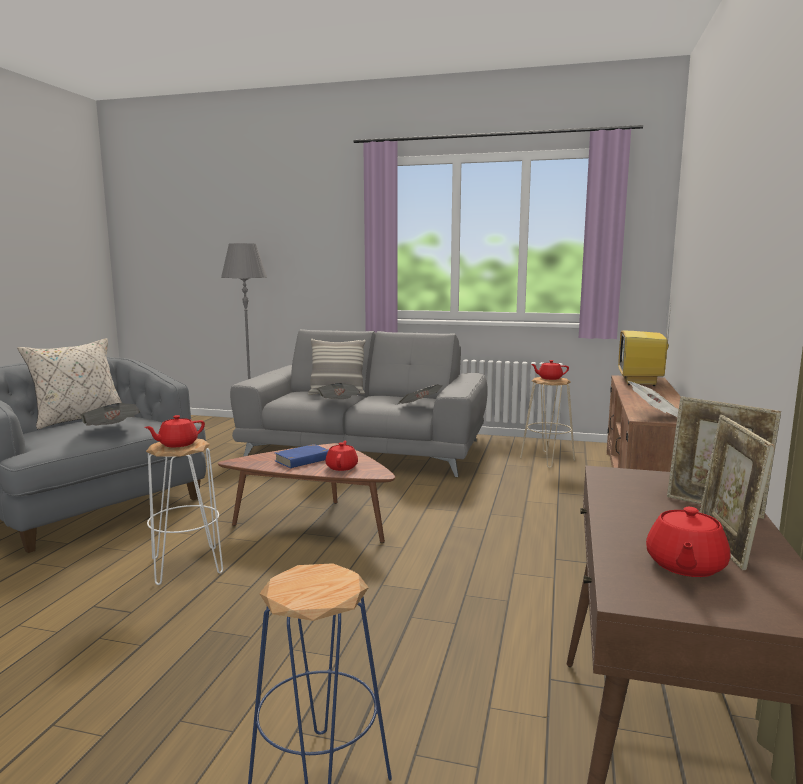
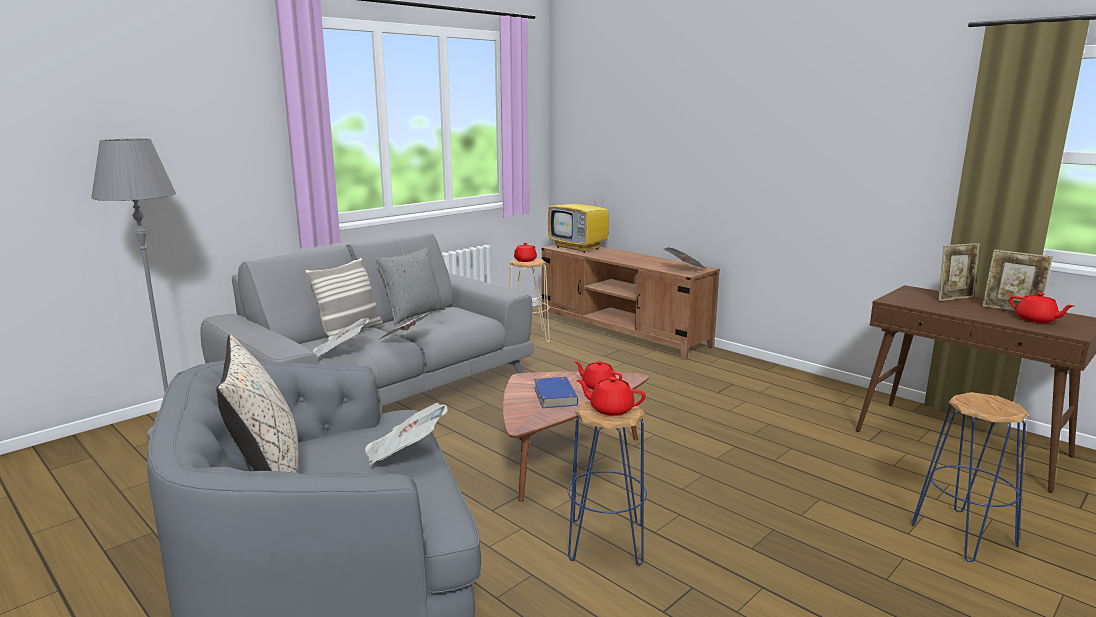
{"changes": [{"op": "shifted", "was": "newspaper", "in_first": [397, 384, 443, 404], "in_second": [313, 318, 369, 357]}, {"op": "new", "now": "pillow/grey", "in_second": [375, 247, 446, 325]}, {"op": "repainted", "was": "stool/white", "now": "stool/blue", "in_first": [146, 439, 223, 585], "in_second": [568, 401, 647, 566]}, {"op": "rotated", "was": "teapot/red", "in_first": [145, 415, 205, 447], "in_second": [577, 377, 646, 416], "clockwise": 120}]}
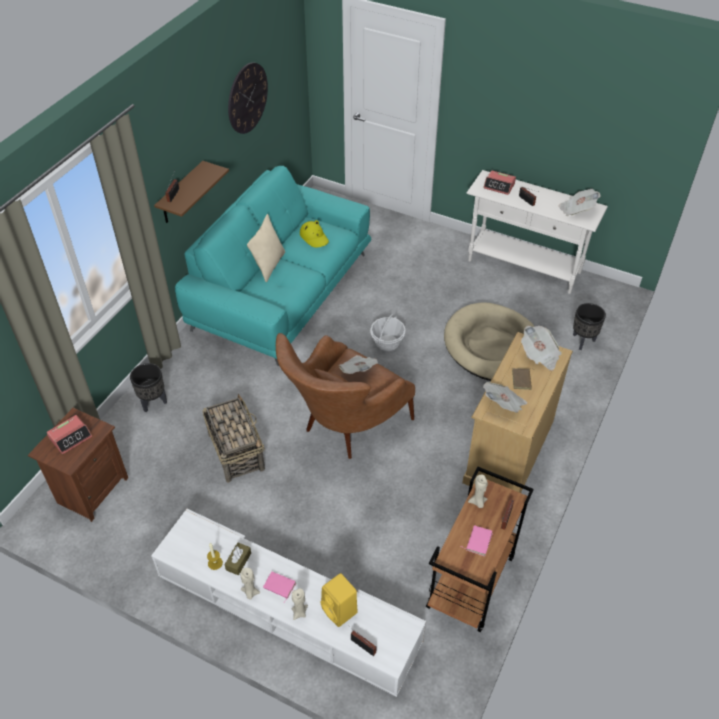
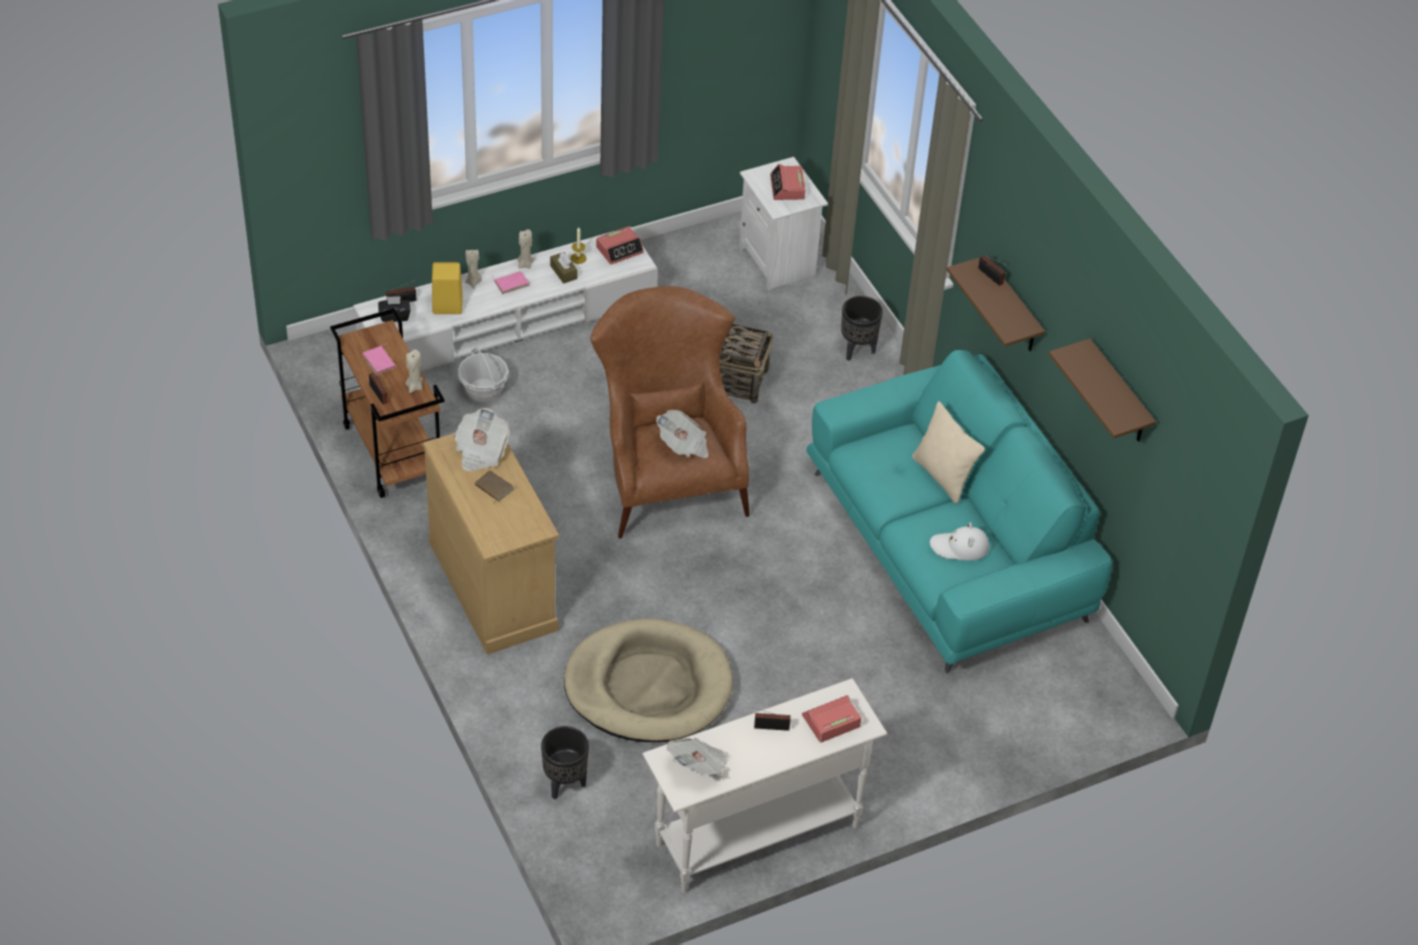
{"changes": [{"op": "new", "now": "tissue box/black", "in_second": [378, 296, 411, 322]}, {"op": "shifted", "was": "basket", "in_first": [370, 314, 406, 351], "in_second": [458, 348, 509, 402]}, {"op": "new", "now": "alarm clock", "in_second": [596, 226, 644, 265]}, {"op": "repainted", "was": "nightstand/brown", "now": "nightstand/white", "in_first": [28, 408, 128, 522], "in_second": [739, 157, 828, 291]}, {"op": "repainted", "was": "hat/yellow", "now": "hat/white", "in_first": [300, 220, 329, 248], "in_second": [930, 522, 989, 560]}, {"op": "swapped", "was": "wall clock", "now": "shelf/brown", "in_first": [228, 62, 268, 134], "in_second": [1049, 339, 1156, 442]}, {"op": "gone", "was": "newspaper", "in_first": [521, 326, 562, 371]}]}
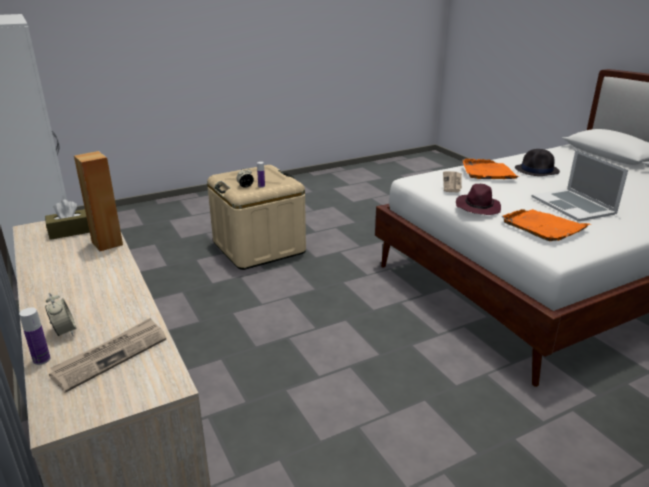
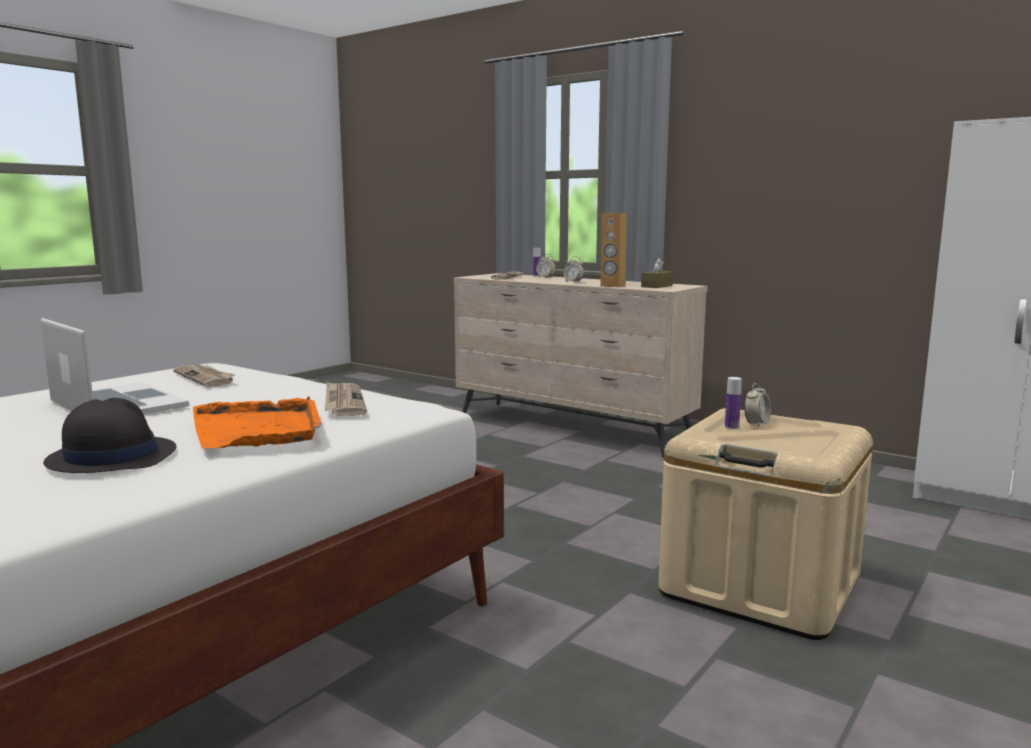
{"changes": [{"op": "swapped", "was": "tray/orange", "now": "newspaper", "in_first": [502, 209, 590, 241], "in_second": [173, 364, 235, 387]}, {"op": "new", "now": "alarm clock", "in_second": [563, 256, 584, 282]}, {"op": "gone", "was": "hat/purple", "in_first": [456, 184, 501, 215]}]}
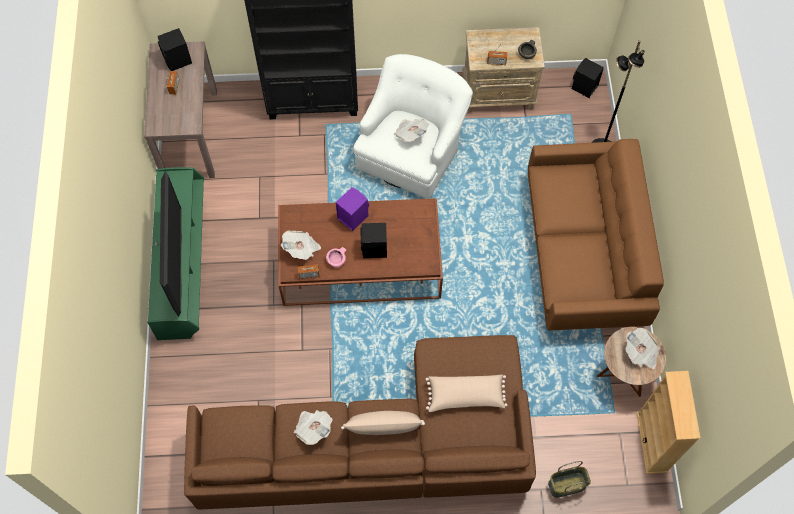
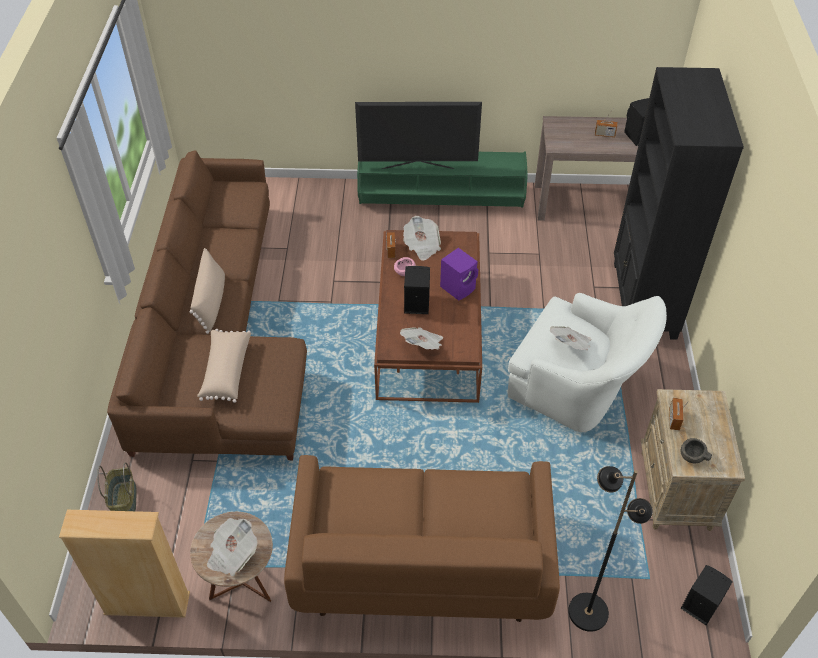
{"changes": [{"op": "shifted", "was": "newspaper", "in_first": [294, 410, 333, 445], "in_second": [400, 327, 443, 349]}]}
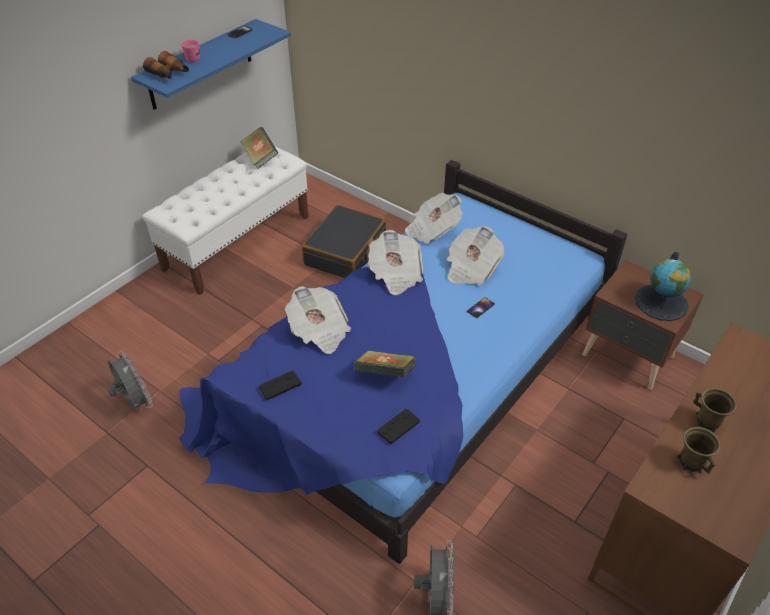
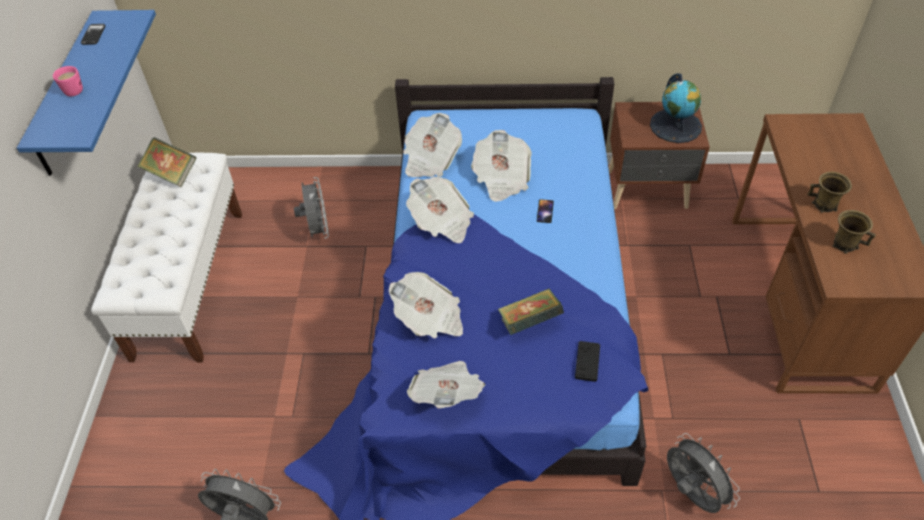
{"changes": [{"op": "swapped", "was": "suitcase/black", "now": "fan/grey", "in_first": [302, 205, 386, 278], "in_second": [294, 177, 329, 239]}, {"op": "swapped", "was": "game controller/black", "now": "newspaper", "in_first": [259, 371, 302, 400], "in_second": [406, 361, 486, 408]}, {"op": "gone", "was": "binoculars", "in_first": [143, 51, 189, 79]}]}
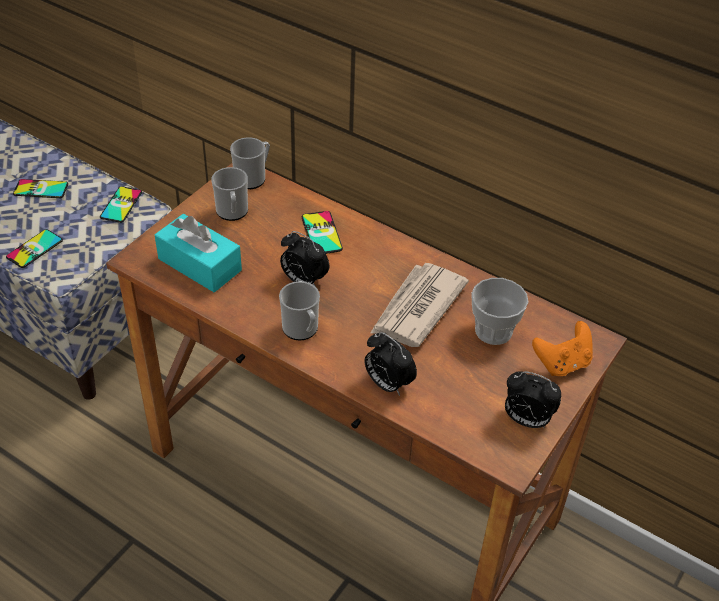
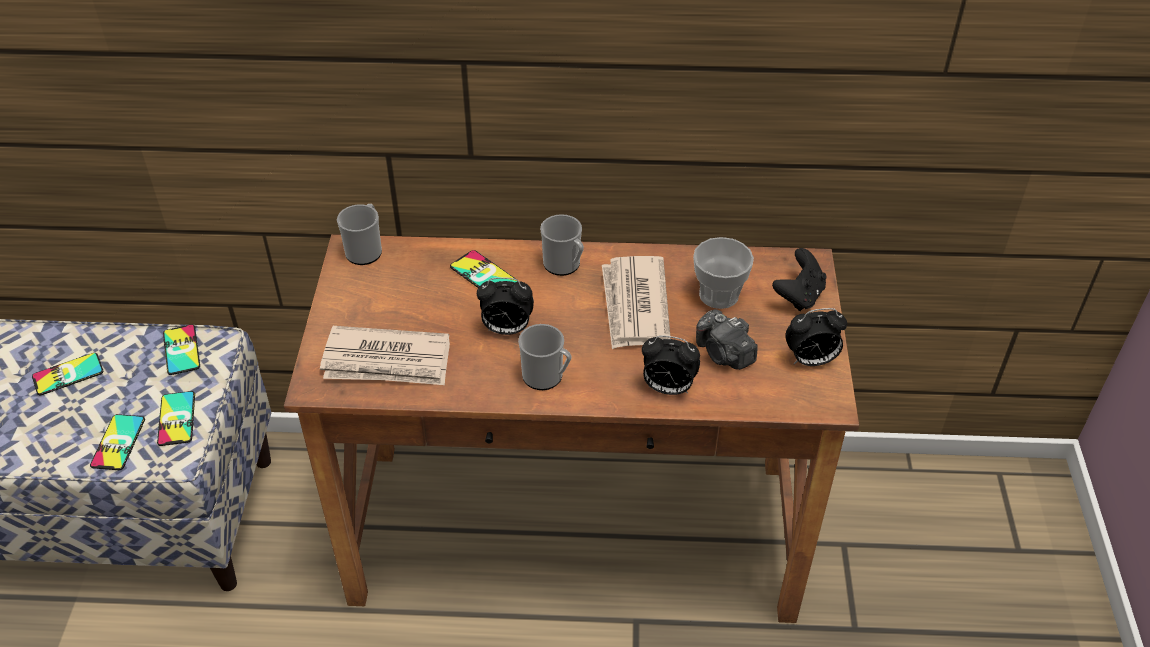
{"changes": [{"op": "new", "now": "phone", "in_second": [157, 391, 195, 446]}, {"op": "swapped", "was": "tissue box/turquoise", "now": "newspaper", "in_first": [155, 214, 242, 292], "in_second": [320, 326, 450, 385]}, {"op": "shifted", "was": "mug", "in_first": [211, 167, 248, 221], "in_second": [540, 214, 584, 276]}, {"op": "new", "now": "photo camera", "in_second": [696, 309, 758, 370]}, {"op": "repainted", "was": "game controller/orange", "now": "game controller/black", "in_first": [532, 321, 593, 376], "in_second": [772, 248, 827, 311]}]}
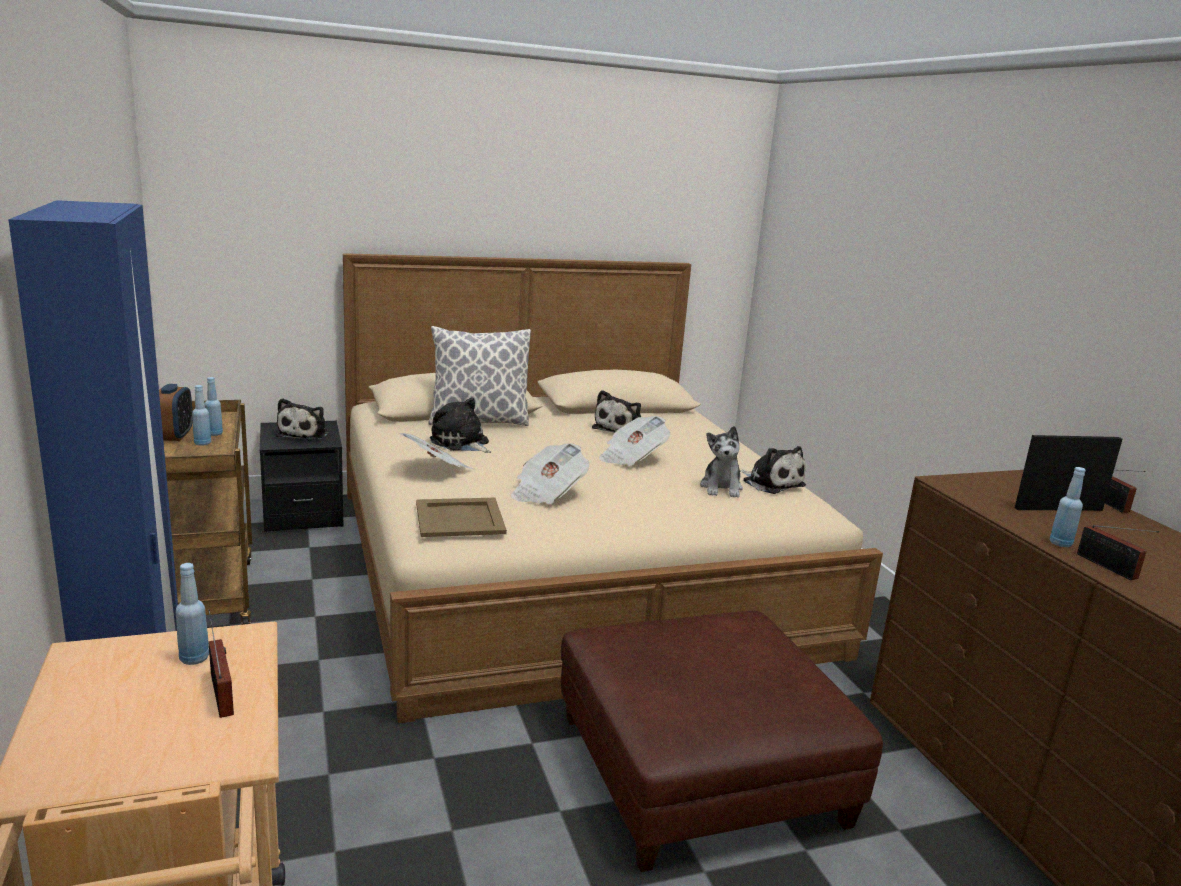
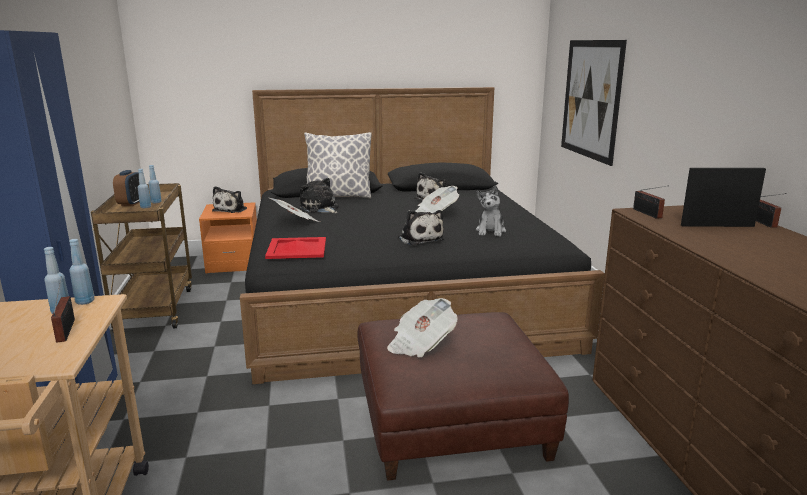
{"changes": [{"op": "shifted", "was": "bottle/blue", "in_first": [1050, 467, 1086, 547], "in_second": [69, 239, 94, 305]}, {"op": "repainted", "was": "nightstand/black", "now": "nightstand/orange", "in_first": [260, 421, 343, 532], "in_second": [199, 202, 257, 273]}, {"op": "repainted", "was": "bed/beige", "now": "bed/black", "in_first": [343, 253, 883, 724], "in_second": [240, 87, 605, 384]}, {"op": "repainted", "was": "tray/beige", "now": "tray/red", "in_first": [416, 498, 507, 537], "in_second": [265, 237, 326, 259]}, {"op": "shifted", "was": "newspaper", "in_first": [511, 443, 589, 504], "in_second": [387, 298, 458, 357]}, {"op": "shifted", "was": "plush toy", "in_first": [740, 446, 806, 494], "in_second": [398, 210, 444, 245]}, {"op": "new", "now": "picture", "in_second": [561, 40, 627, 166]}, {"op": "shifted", "was": "radio", "in_first": [1077, 525, 1159, 580], "in_second": [633, 185, 669, 219]}]}
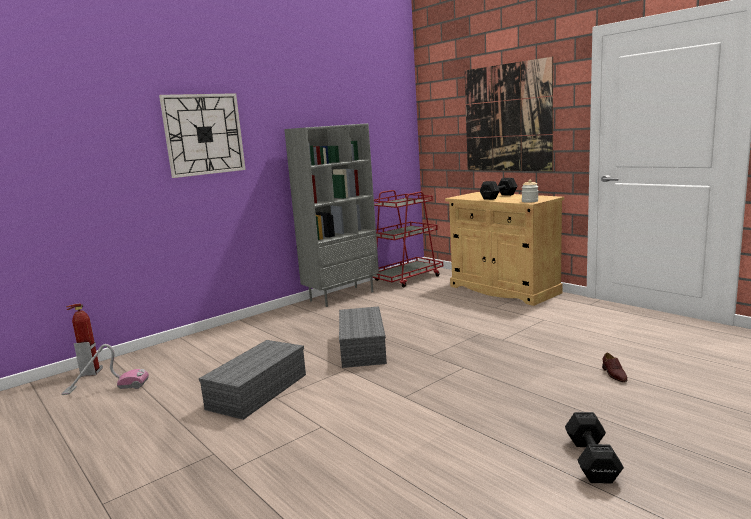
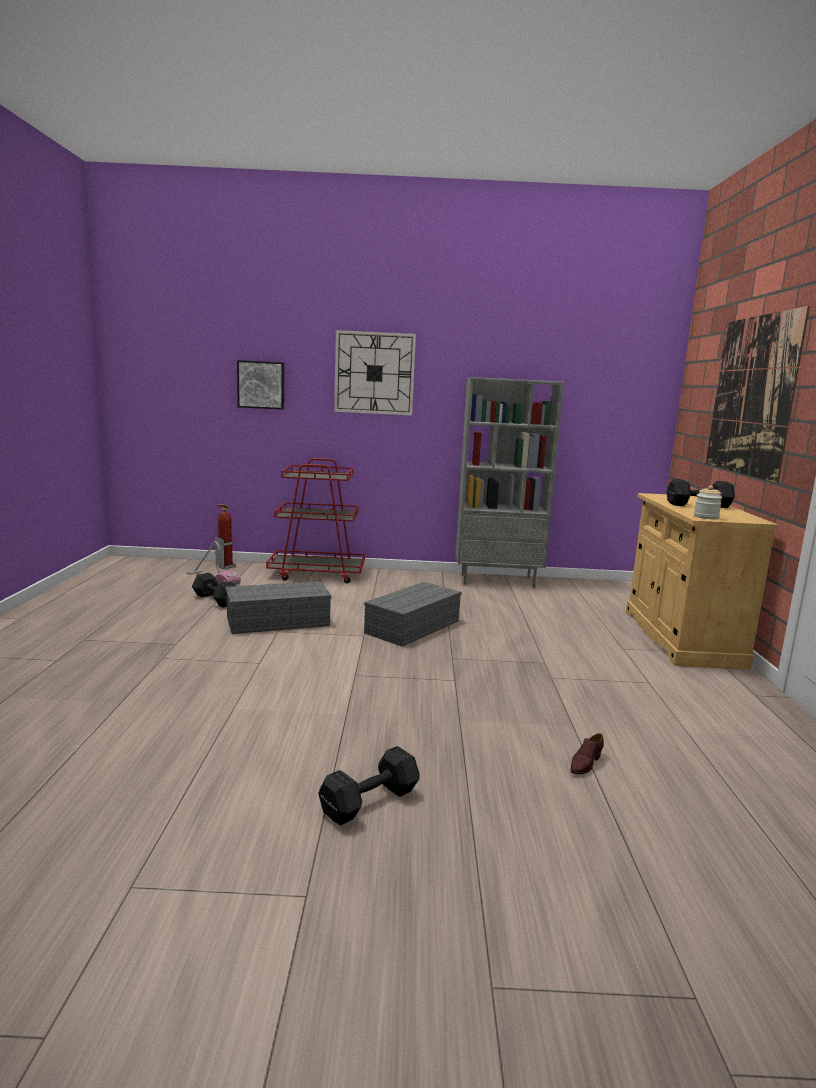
{"changes": [{"op": "new", "now": "dumbbell/black", "in_second": [192, 573, 236, 607]}, {"op": "new", "now": "picture", "in_second": [237, 360, 284, 410]}, {"op": "shifted", "was": "cart/red", "in_first": [372, 190, 443, 287], "in_second": [266, 458, 365, 584]}]}
